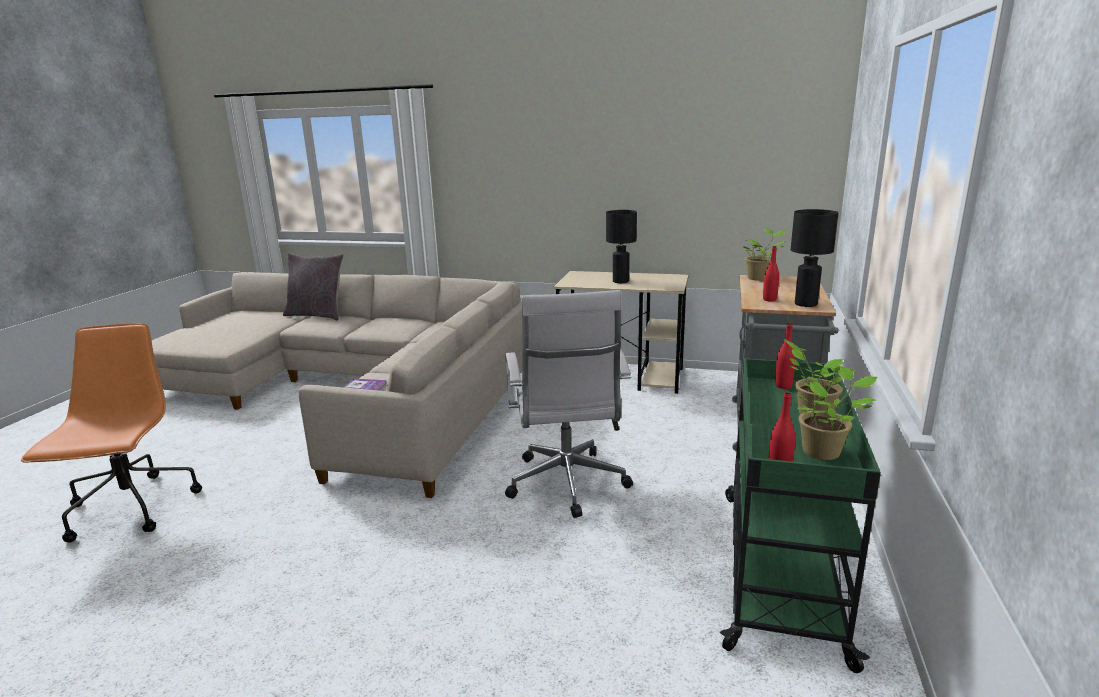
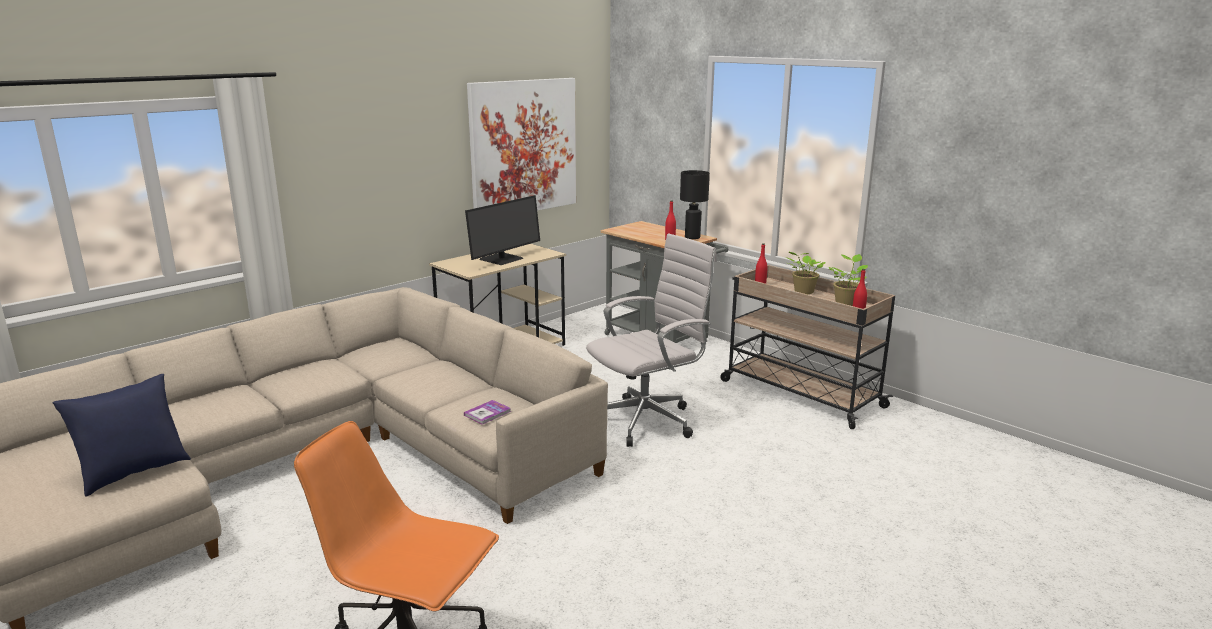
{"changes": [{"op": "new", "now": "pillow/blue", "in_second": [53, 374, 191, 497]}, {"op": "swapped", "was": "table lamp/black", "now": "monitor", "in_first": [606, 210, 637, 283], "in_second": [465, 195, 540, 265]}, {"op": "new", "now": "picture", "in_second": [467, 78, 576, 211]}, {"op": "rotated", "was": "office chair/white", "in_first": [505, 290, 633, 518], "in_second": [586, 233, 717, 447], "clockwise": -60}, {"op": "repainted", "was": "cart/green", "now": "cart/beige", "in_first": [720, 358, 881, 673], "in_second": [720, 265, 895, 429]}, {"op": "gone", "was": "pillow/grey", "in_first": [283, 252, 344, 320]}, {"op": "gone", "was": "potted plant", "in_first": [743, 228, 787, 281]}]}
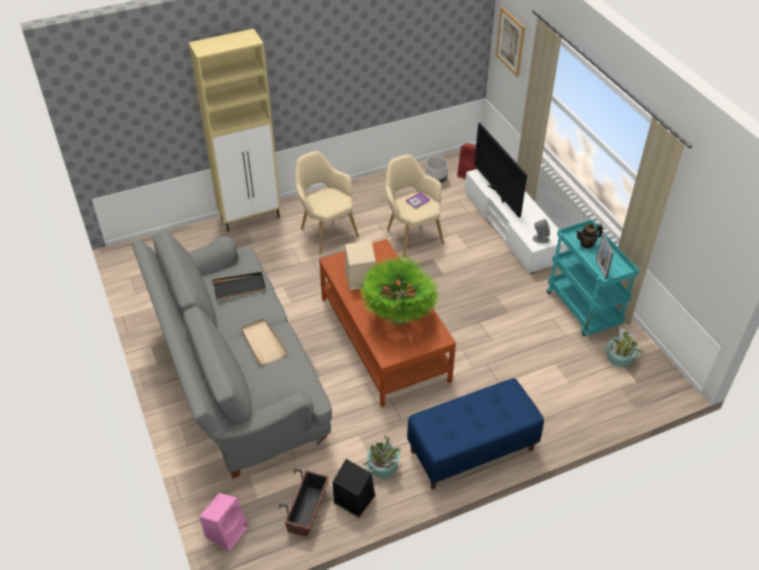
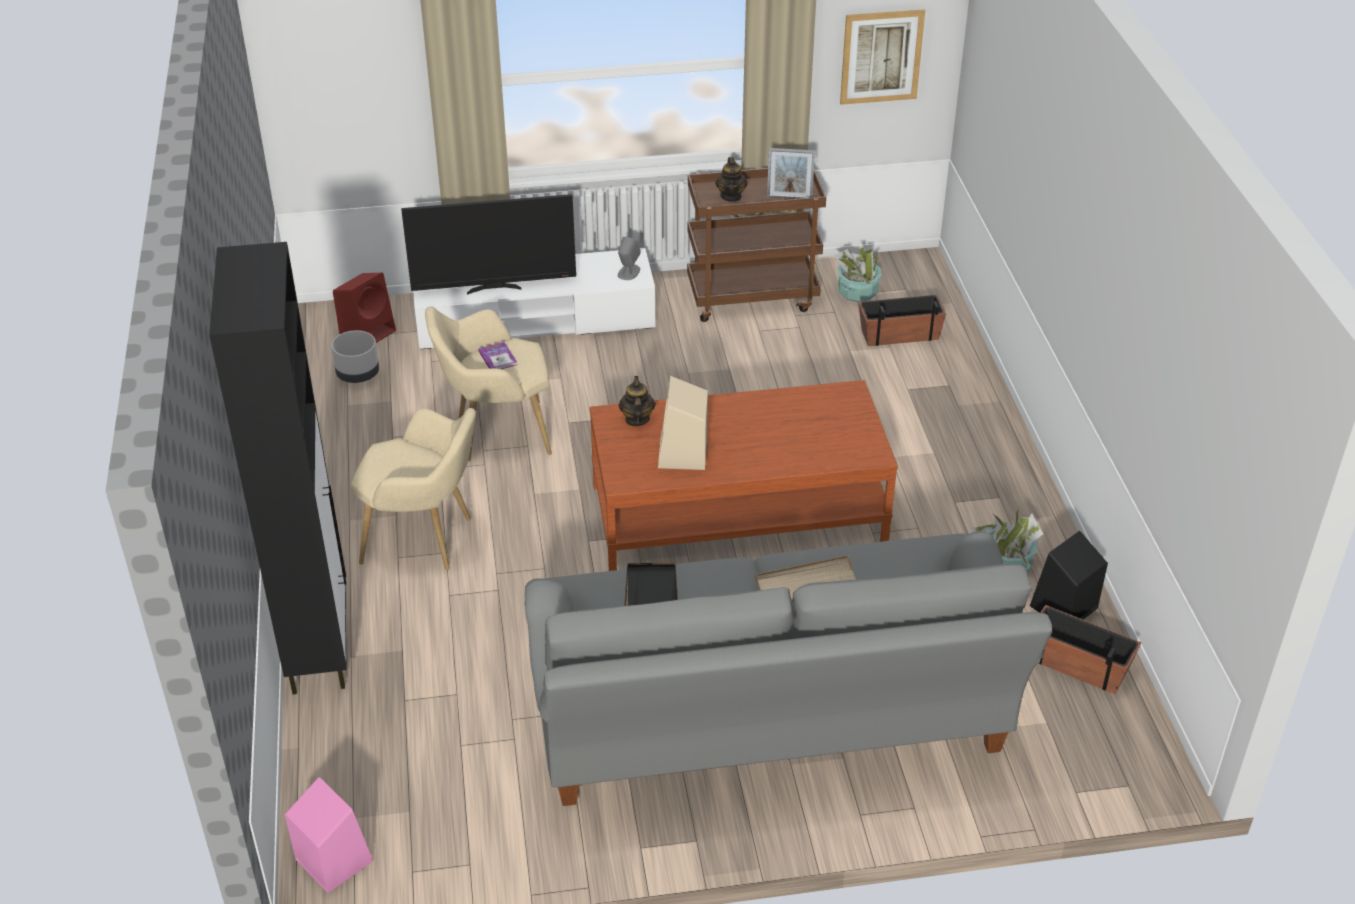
{"changes": [{"op": "repainted", "was": "cabinet/beige", "now": "cabinet/black", "in_first": [189, 29, 281, 232], "in_second": [209, 242, 346, 694]}, {"op": "shifted", "was": "speaker/pink", "in_first": [200, 493, 248, 551], "in_second": [285, 777, 373, 893]}, {"op": "rotated", "was": "armchair/beige", "in_first": [295, 151, 359, 254], "in_second": [351, 408, 476, 570], "clockwise": -150}, {"op": "new", "now": "teapot", "in_second": [619, 376, 656, 427]}, {"op": "repainted", "was": "cart/turquoise", "now": "cart/brown", "in_first": [547, 219, 639, 336], "in_second": [687, 168, 826, 322]}, {"op": "shifted", "was": "picture", "in_first": [496, 7, 525, 77], "in_second": [840, 9, 925, 105]}, {"op": "new", "now": "planter", "in_second": [858, 295, 946, 346]}, {"op": "gone", "was": "potted plant", "in_first": [358, 256, 440, 325]}, {"op": "gone", "was": "bench/blue", "in_first": [407, 378, 544, 490]}]}
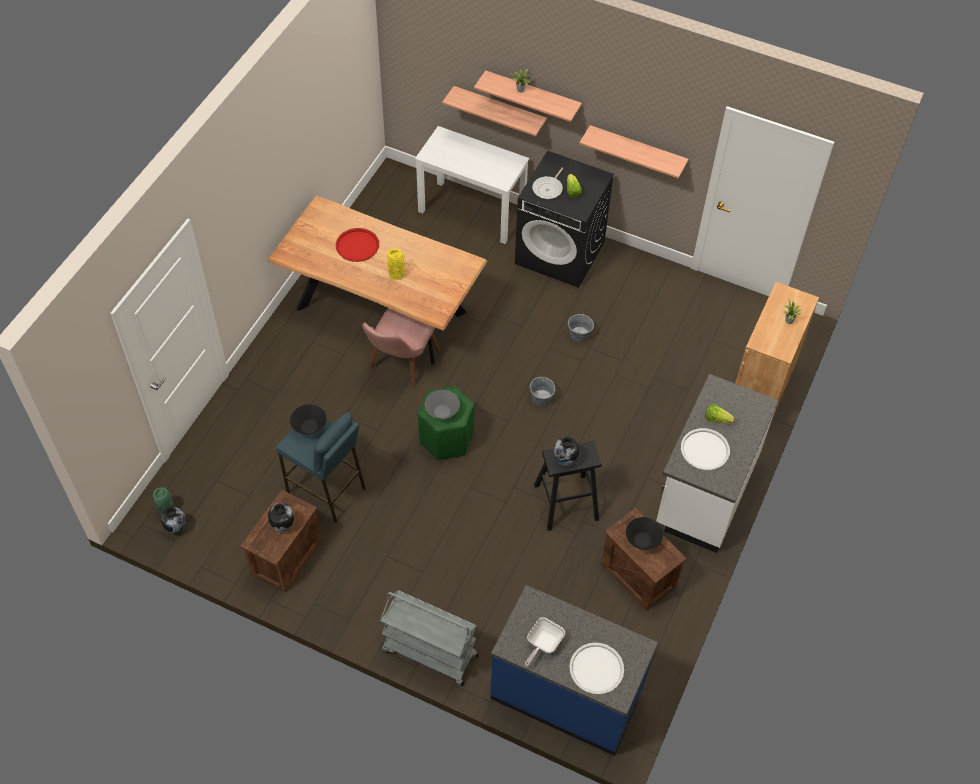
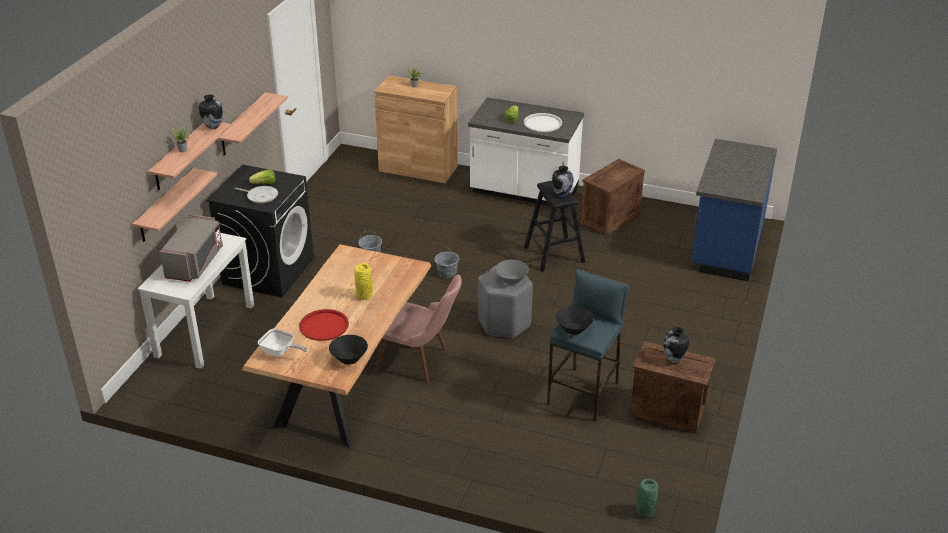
{"changes": [{"op": "new", "now": "microwave/grey", "in_second": [160, 214, 223, 282]}, {"op": "shifted", "was": "vase", "in_first": [161, 506, 186, 534], "in_second": [199, 95, 223, 129]}, {"op": "shifted", "was": "frying pan", "in_first": [525, 617, 565, 666], "in_second": [258, 329, 307, 357]}, {"op": "shifted", "was": "bowl/black", "in_first": [626, 517, 663, 550], "in_second": [329, 335, 368, 365]}, {"op": "repainted", "was": "stool/green", "now": "stool/grey", "in_first": [418, 386, 474, 460], "in_second": [478, 266, 533, 339]}, {"op": "gone", "was": "cart/grey", "in_first": [380, 590, 479, 686]}, {"op": "gone", "was": "tray/white", "in_first": [569, 643, 624, 694]}]}
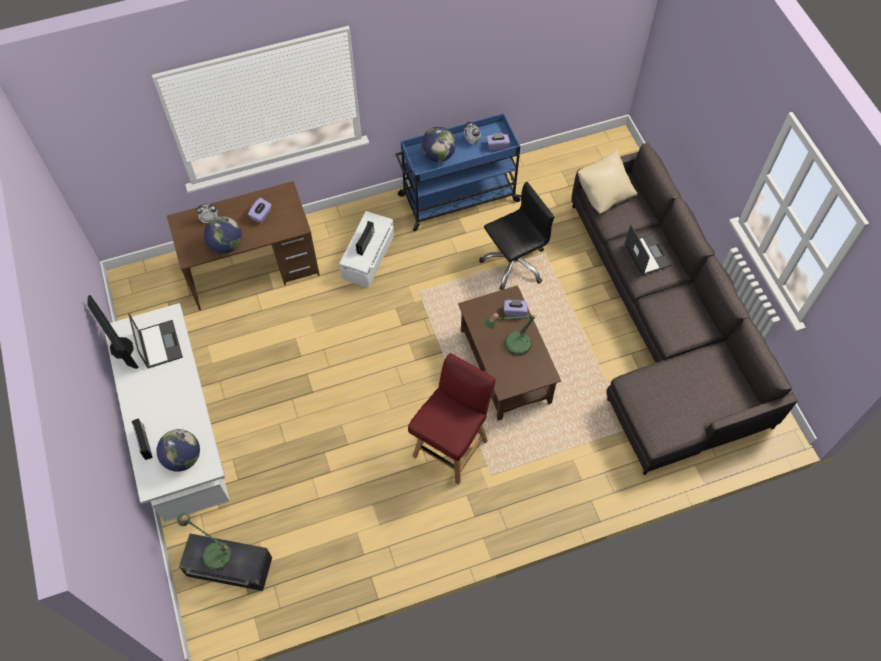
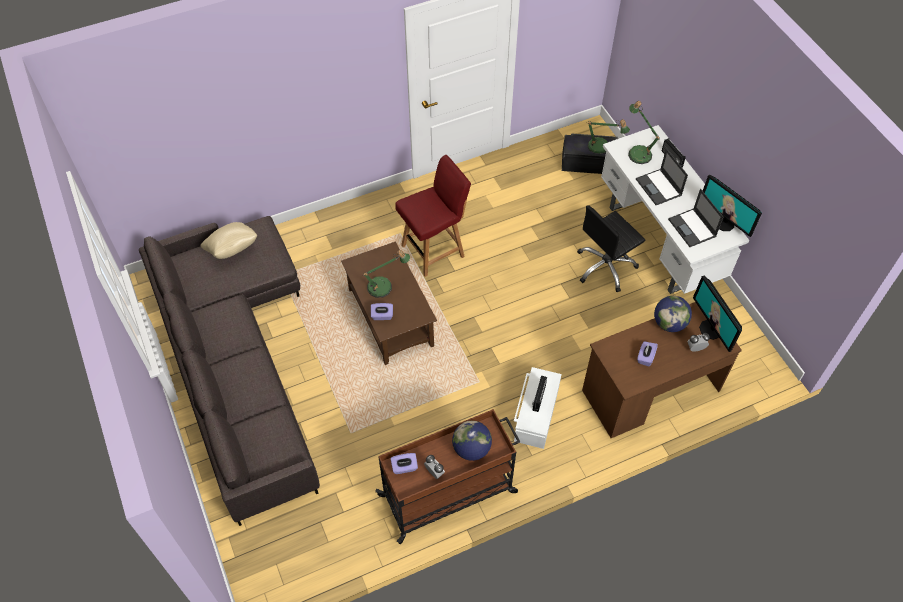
{"changes": [{"op": "shifted", "was": "pillow/beige", "in_first": [577, 149, 638, 214], "in_second": [201, 222, 257, 259]}, {"op": "repainted", "was": "cart/blue", "now": "cart/brown", "in_first": [395, 113, 521, 231], "in_second": [375, 409, 520, 544]}, {"op": "rotated", "was": "chair/red", "in_first": [408, 353, 496, 485], "in_second": [395, 155, 471, 277], "clockwise": -150}, {"op": "shifted", "was": "office chair/black", "in_first": [479, 181, 555, 290], "in_second": [577, 205, 645, 292]}, {"op": "swapped", "was": "globe", "now": "table lamp", "in_first": [156, 429, 200, 472], "in_second": [628, 101, 659, 164]}, {"op": "shifted", "was": "laptop", "in_first": [624, 225, 672, 276], "in_second": [636, 149, 688, 205]}, {"op": "new", "now": "monitor", "in_second": [693, 276, 742, 352]}]}
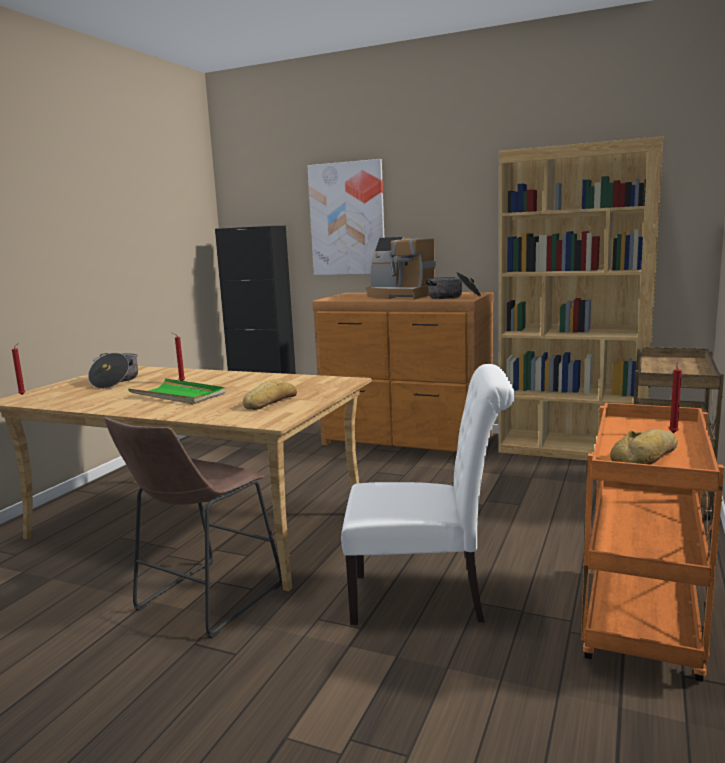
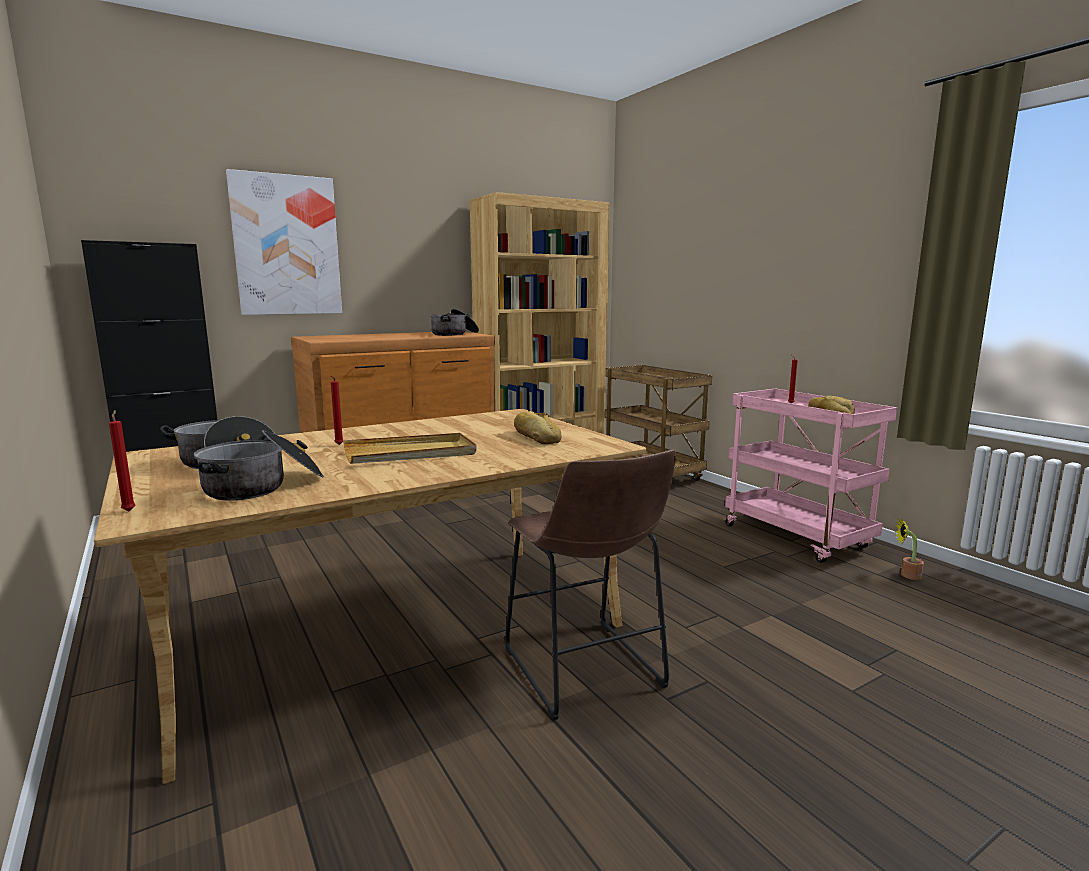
{"changes": [{"op": "new", "now": "cooking pot", "in_second": [194, 430, 324, 500]}, {"op": "repainted", "was": "tray/green", "now": "tray/beige", "in_first": [128, 378, 226, 405], "in_second": [343, 433, 477, 464]}, {"op": "repainted", "was": "cart/orange", "now": "cart/pink", "in_first": [581, 403, 724, 682], "in_second": [725, 389, 897, 563]}, {"op": "new", "now": "potted plant", "in_second": [895, 517, 924, 580]}, {"op": "gone", "was": "chair/white", "in_first": [341, 364, 515, 625]}, {"op": "gone", "was": "coffee machine", "in_first": [366, 237, 436, 300]}]}
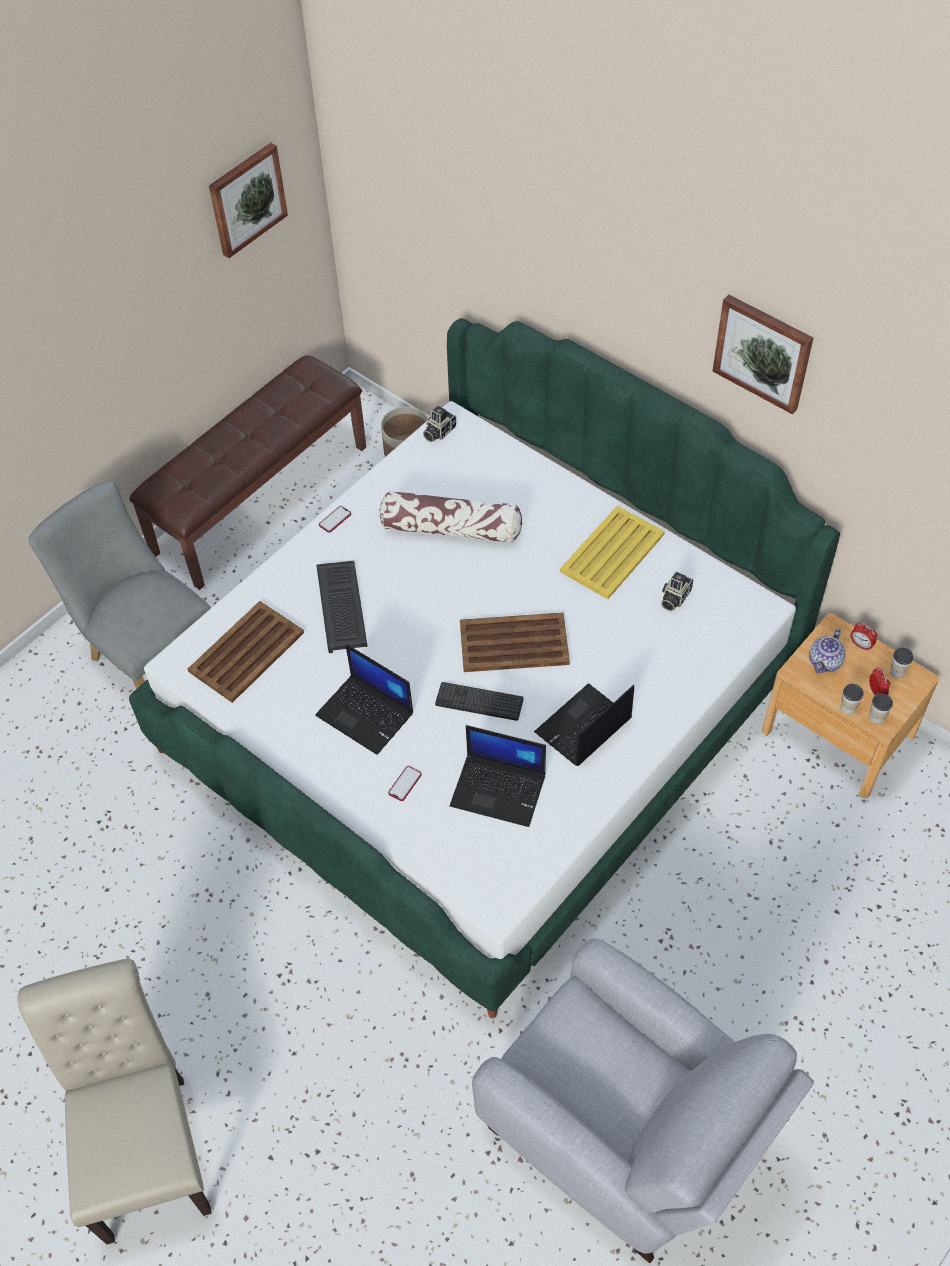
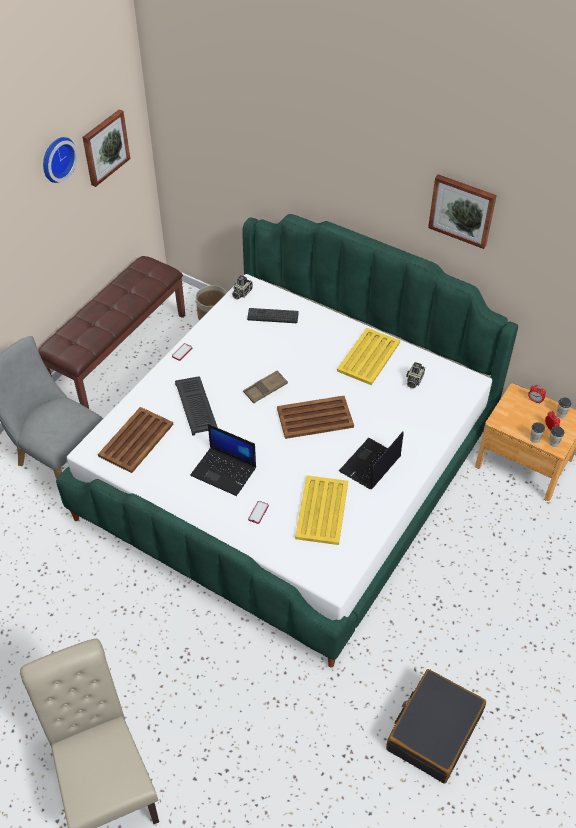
{"changes": [{"op": "new", "now": "wall clock", "in_second": [43, 137, 78, 183]}, {"op": "new", "now": "tray/brown", "in_second": [243, 370, 288, 403]}, {"op": "shifted", "was": "keyboard", "in_first": [435, 682, 524, 721], "in_second": [247, 308, 299, 323]}, {"op": "swapped", "was": "laptop", "now": "tray/yellow", "in_first": [450, 725, 546, 827], "in_second": [295, 475, 348, 545]}, {"op": "swapped", "was": "armchair/grey", "now": "suitcase/black", "in_first": [472, 938, 814, 1263], "in_second": [386, 669, 486, 784]}, {"op": "gone", "was": "pillow", "in_first": [379, 491, 522, 543]}, {"op": "gone", "was": "teapot", "in_first": [809, 629, 846, 673]}]}
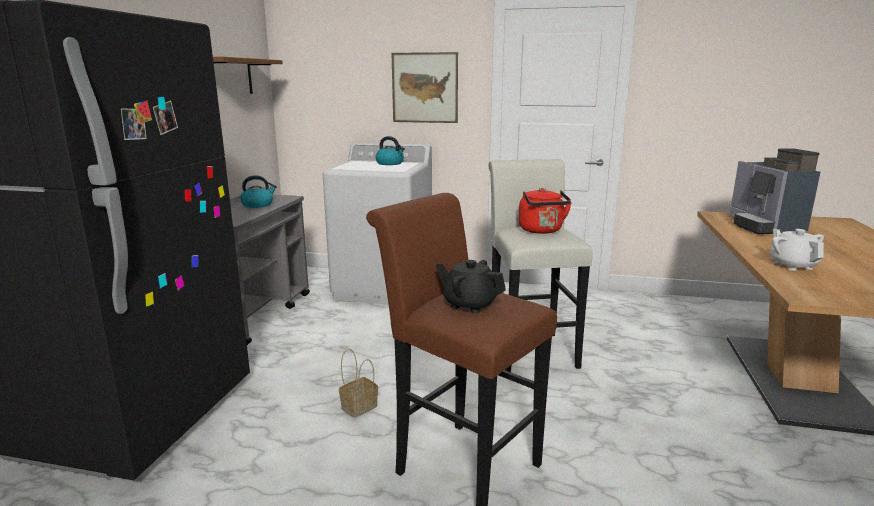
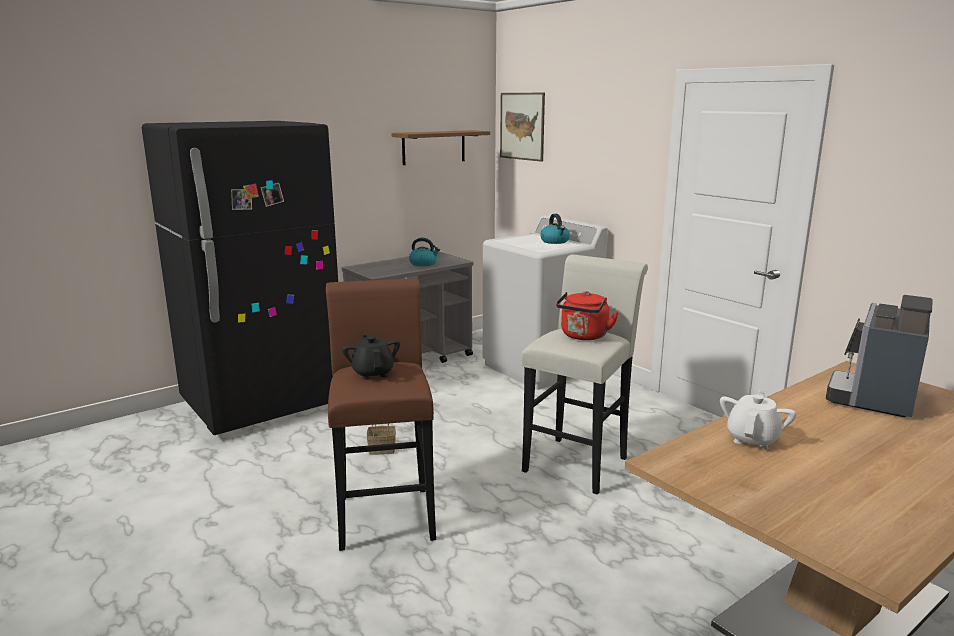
{"changes": [{"op": "shifted", "was": "picture", "in_first": [391, 52, 458, 123], "in_second": [500, 93, 545, 162]}]}
